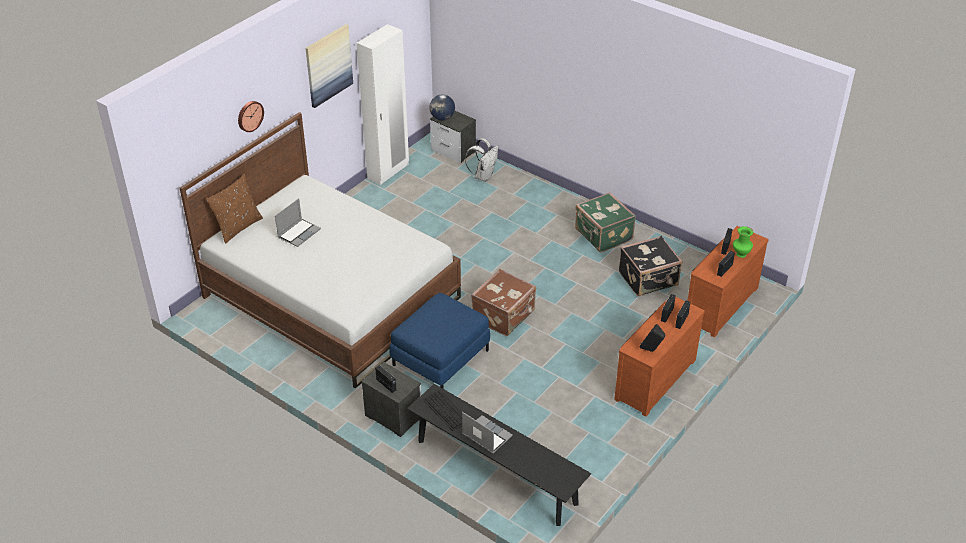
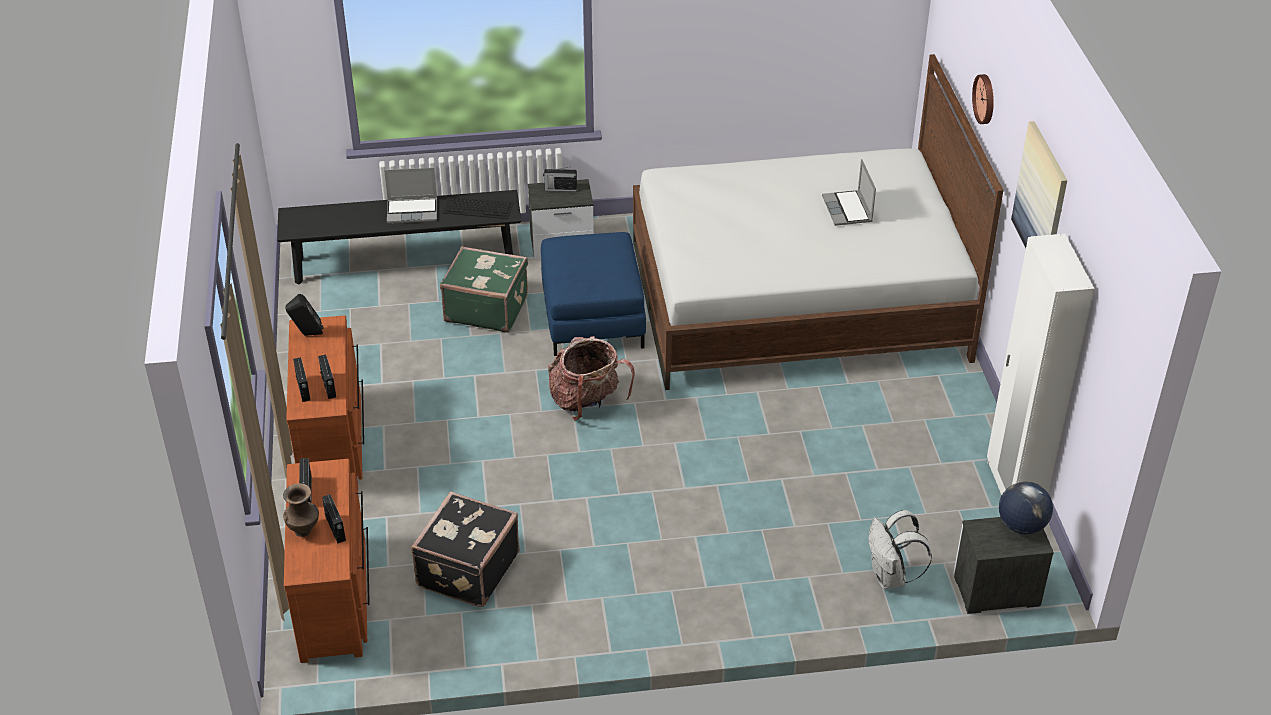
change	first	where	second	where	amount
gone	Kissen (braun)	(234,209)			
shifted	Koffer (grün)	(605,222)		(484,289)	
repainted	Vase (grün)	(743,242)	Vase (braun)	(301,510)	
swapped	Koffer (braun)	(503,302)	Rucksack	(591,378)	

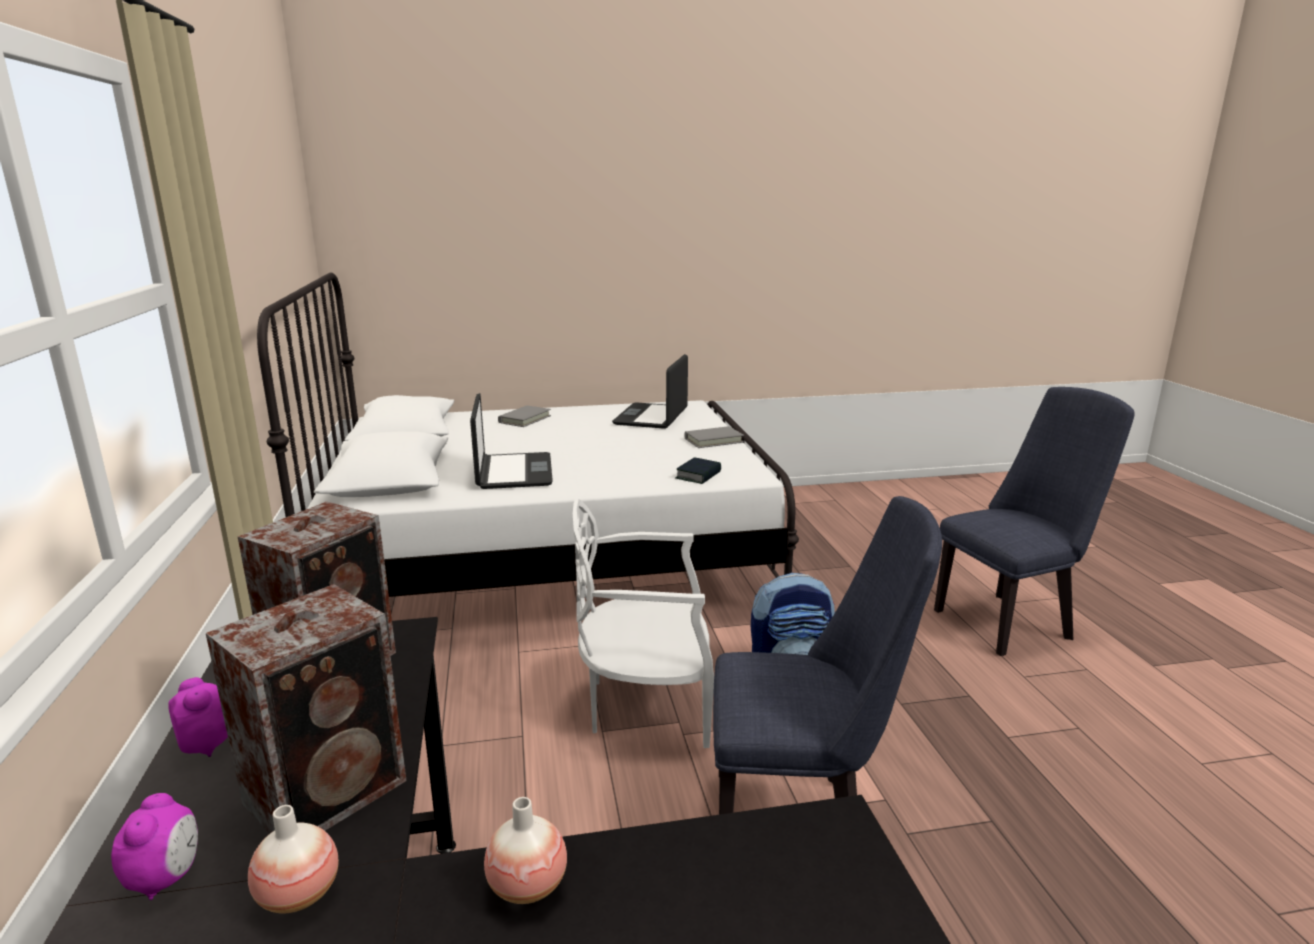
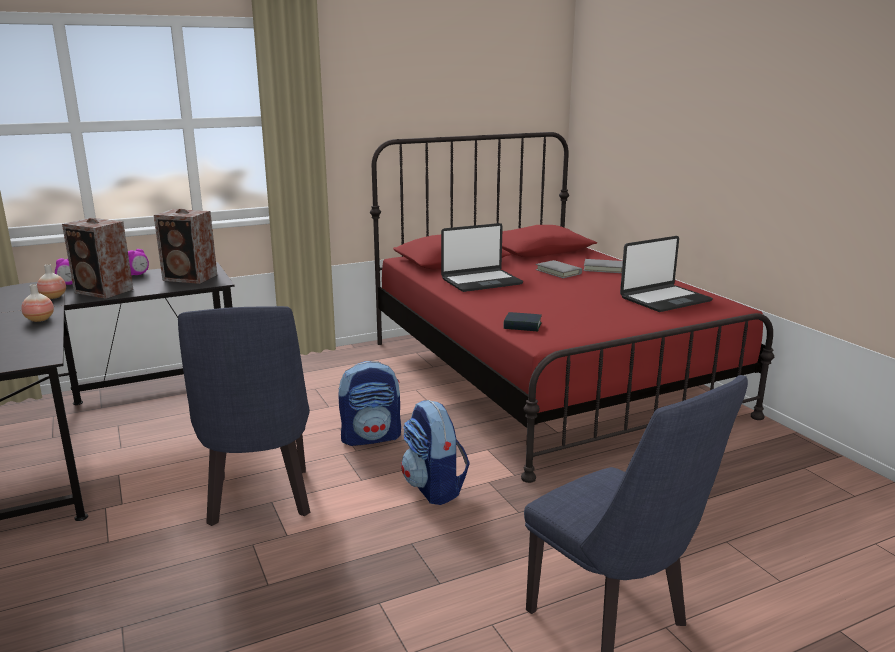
change	first	where	second	where	amount
repainted	Bett (weiß)	(528,435)	Bett (rot)	(572,307)	
rotated	Laptop	(650,391)		(666,274)	150 degrees clockwise
shifted	Buch (grau)	(714,437)		(559,269)	
swapped	Stuhl (weiß)	(643,623)	Rucksack	(370,403)	

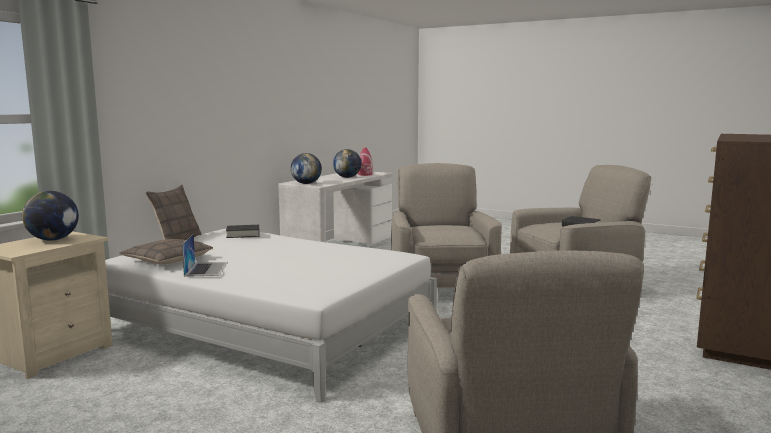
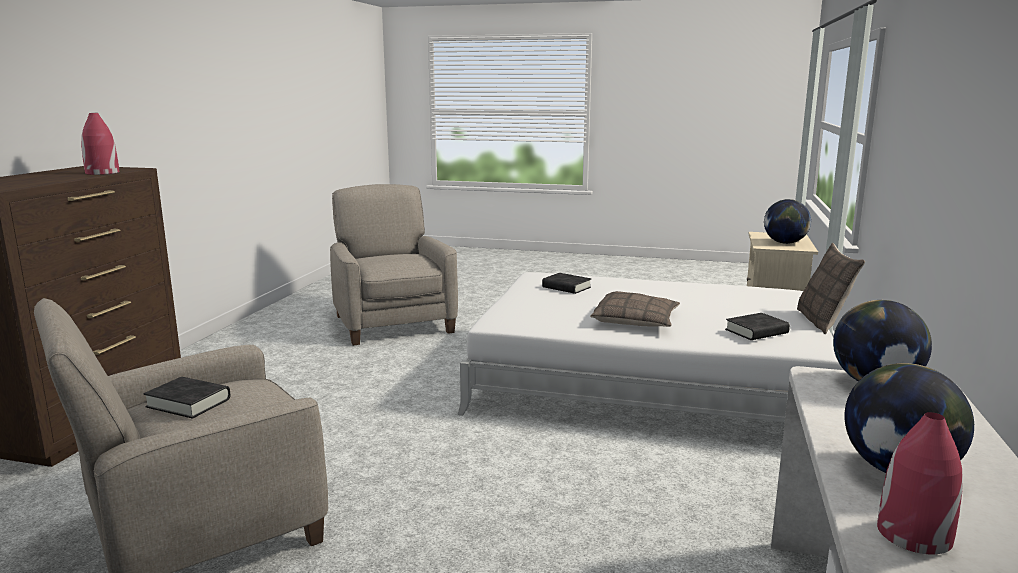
change	first	where	second	where	amount
gone	Sessel (beige)	(446,225)			
gone	Laptop	(205,255)			
shifted	Kissen	(166,251)		(635,309)	
new			Vase (rot)	(100,144)	
new			Buch (schwarz)	(566,283)	

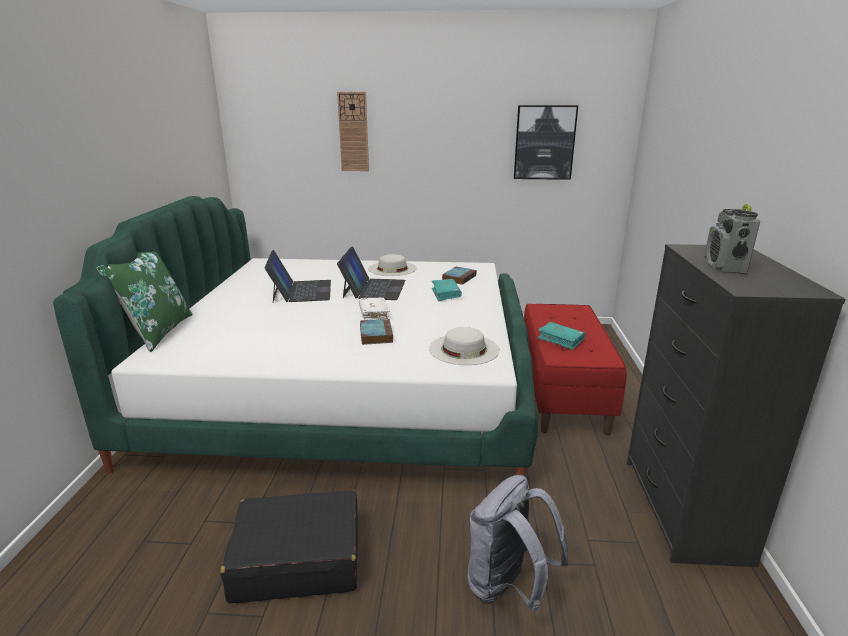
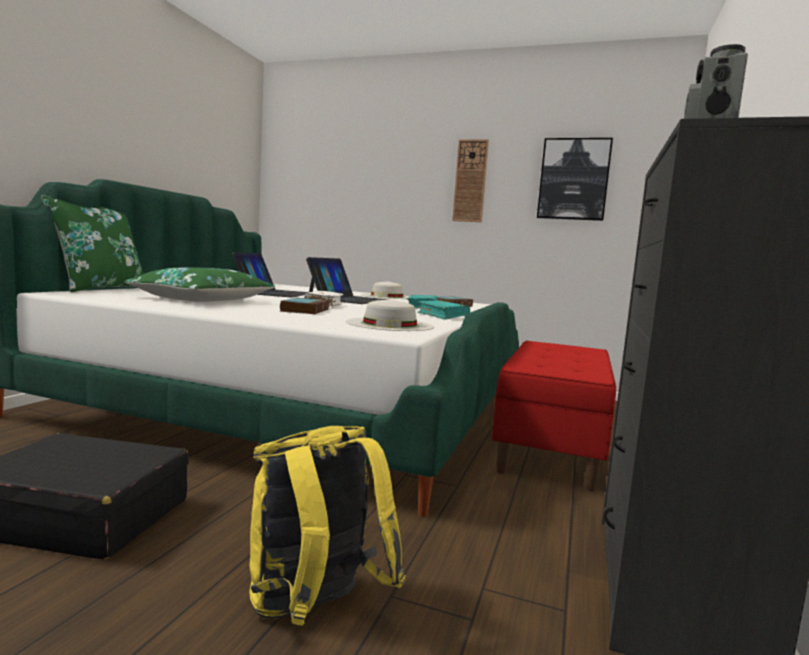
change	first	where	second	where	amount
shifted	Wanduhr	(353,131)		(470,180)	
shifted	Buch (türkis)	(561,336)		(443,310)	
repainted	Rucksack (grau)	(518,543)	Rucksack (gelb)	(327,526)	
new			Kissen (grün)	(199,284)	

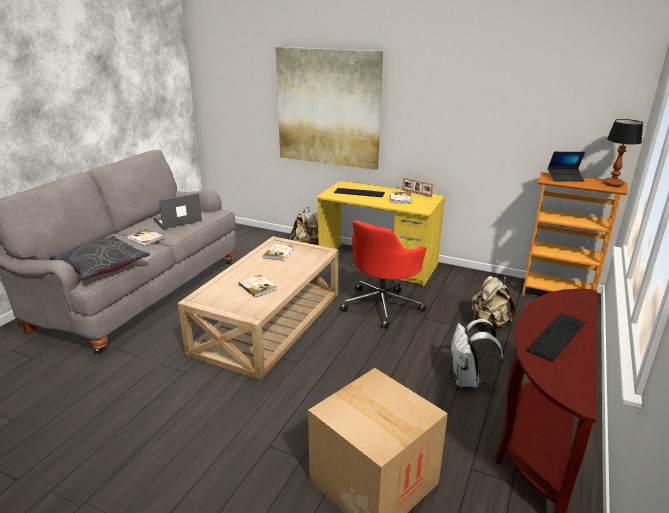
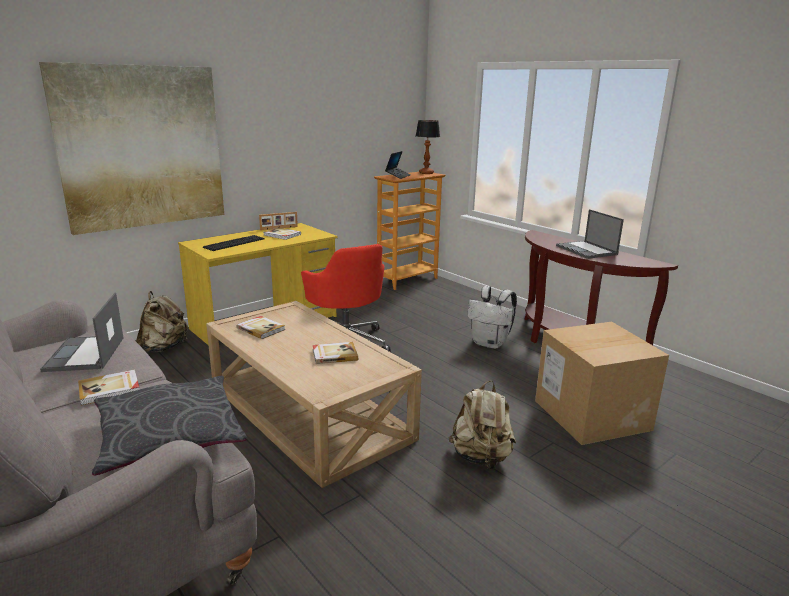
change	first	where	second	where	amount
shifted	Rucksack (beige)	(494,302)		(482,425)	
swapped	Tastatur	(555,337)	Laptop	(590,234)	

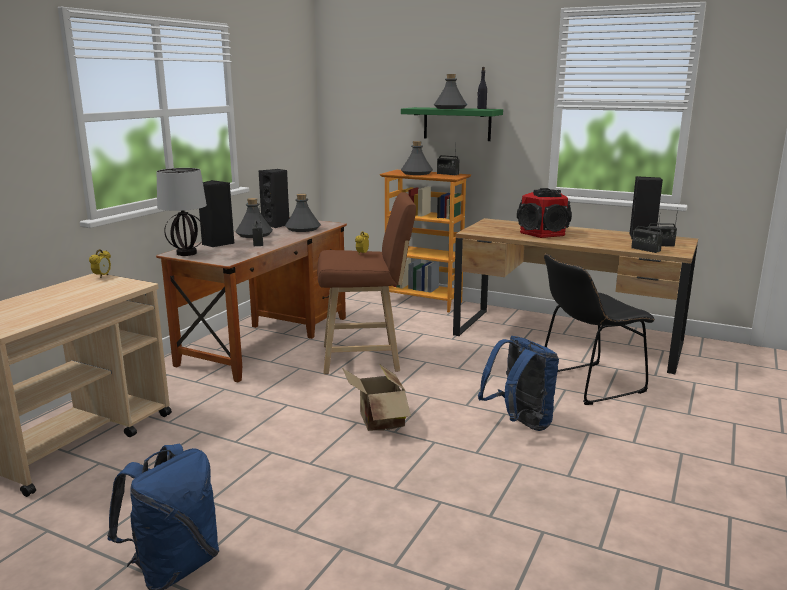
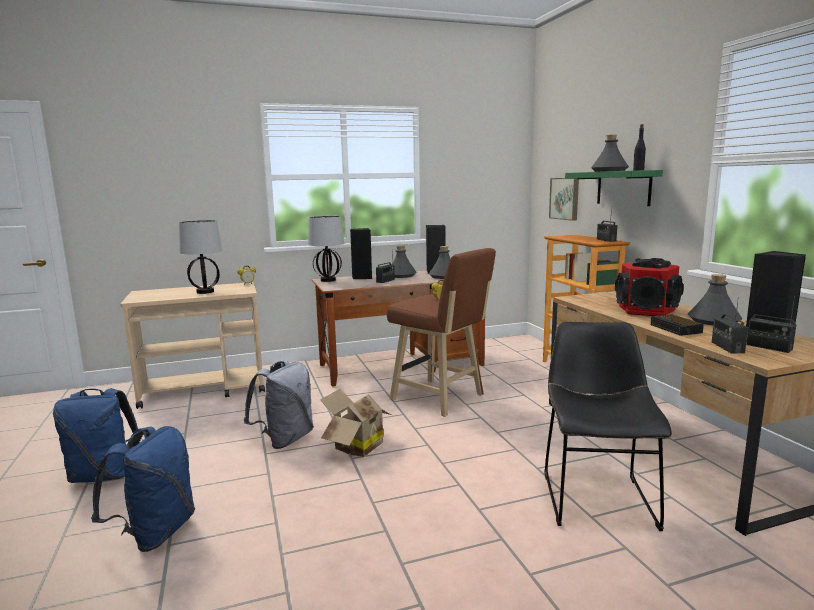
change	first	where	second	where	amount
shifted	Flasche (grau)	(417,158)		(715,299)	
rotated	Stuhl (schwarz)	(599,329)		(608,426)	75 degrees clockwise
shifted	Rucksack (blau)	(518,383)		(143,489)	
new			Bild	(564,199)	
new			Tischlampe	(200,257)	
new			Wecker	(677,325)	
new			Rucksack (grau)	(279,405)	

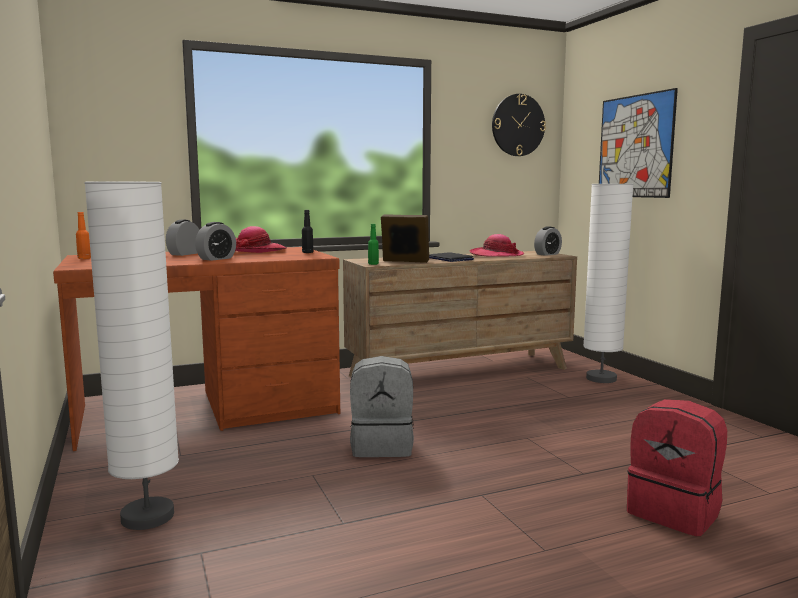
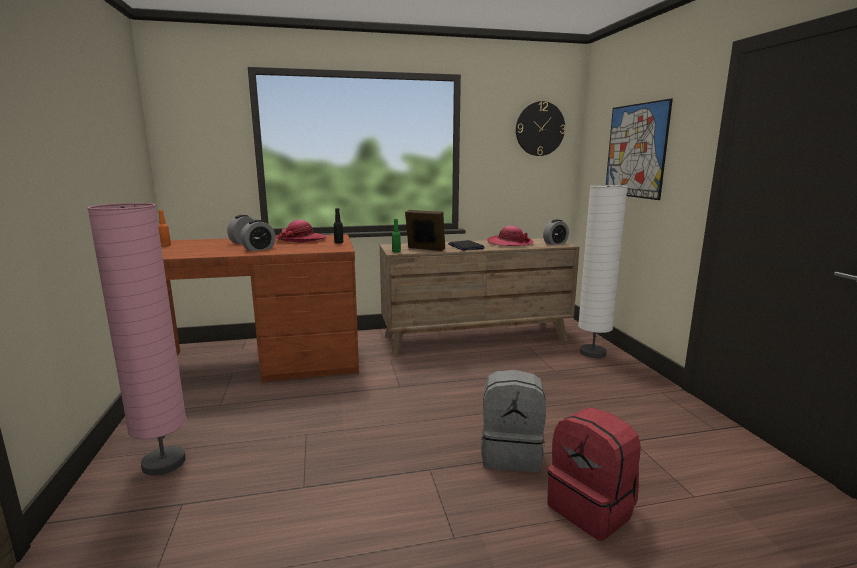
change	first	where	second	where	amount
repainted	Stehlampe (weiß)	(131,356)	Stehlampe (rosa)	(137,339)	
shifted	Rucksack (grau)	(382,406)		(513,421)	

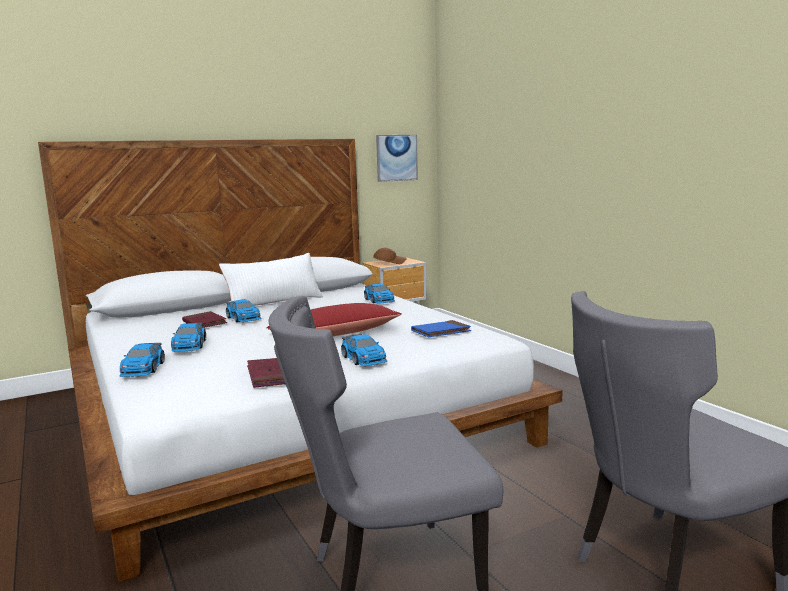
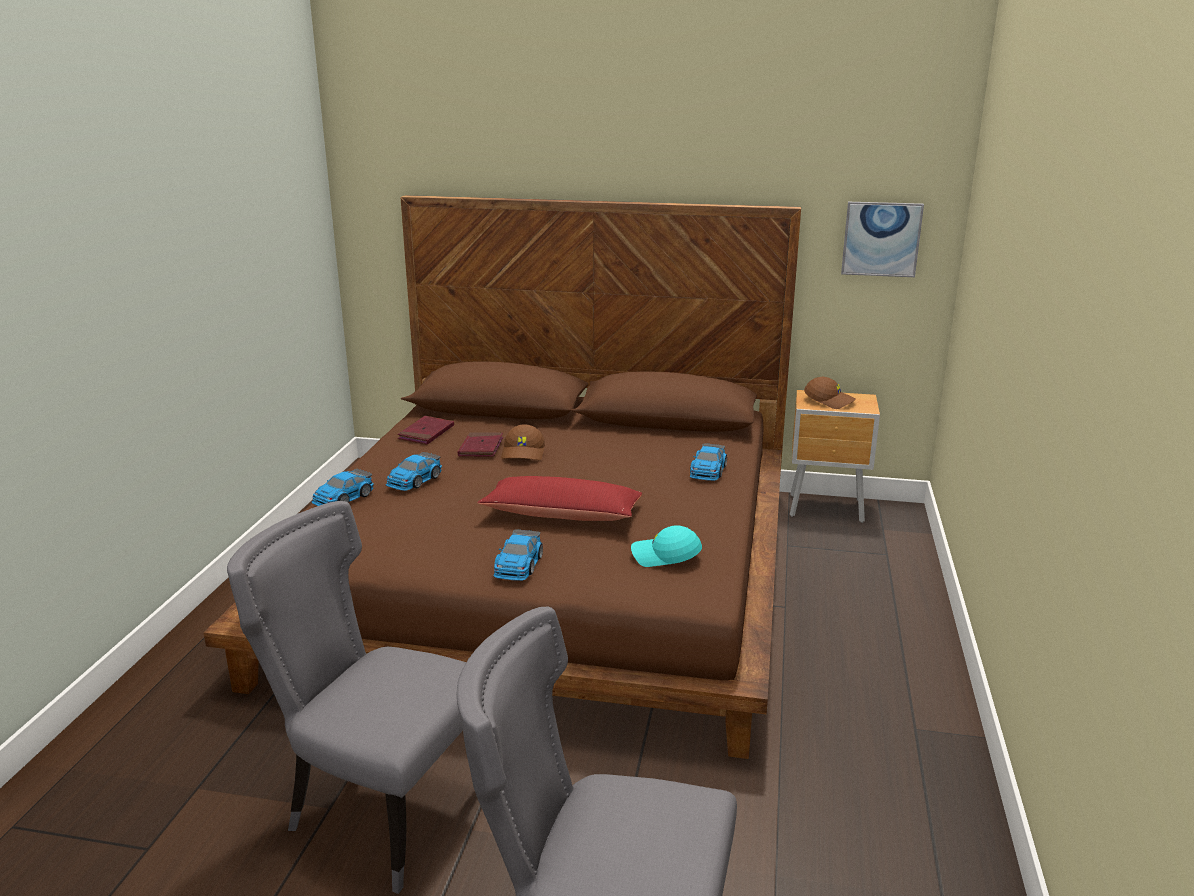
change	first	where	second	where	amount
repainted	Bett (weiß)	(300,360)	Bett (braun)	(502,477)	
gone	Kissen (weiß)	(271,279)			
swapped	Spielzeugauto	(244,310)	Kappe (braun)	(523,442)	
swapped	Buch (blau)	(441,328)	Kappe (türkis)	(666,546)	
shifted	Buch (rot)	(266,373)		(426,430)	

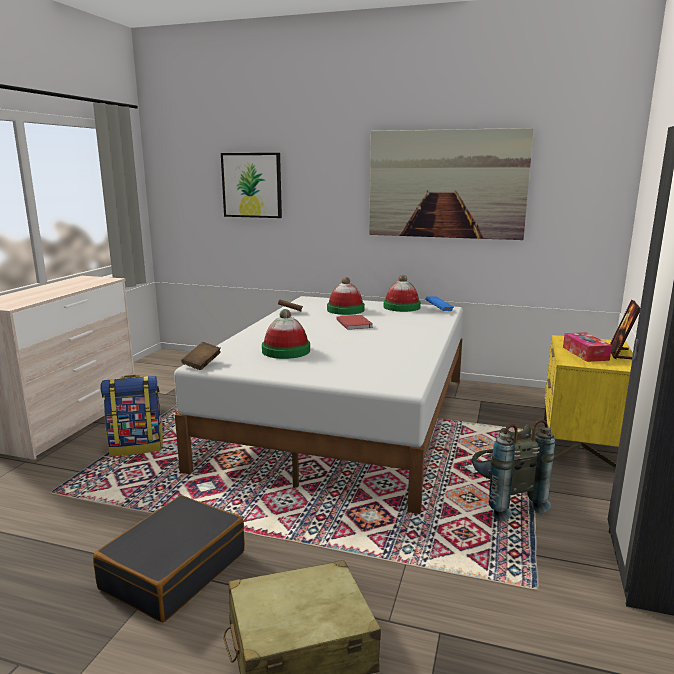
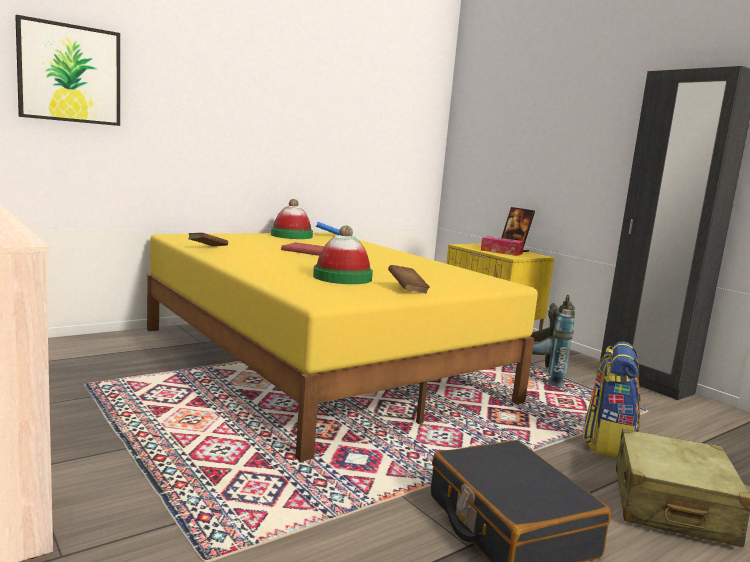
change	first	where	second	where	amount
gone	Bild	(451,184)			
gone	Hut	(346,296)			
repainted	Bett (weiß)	(318,405)	Bett (gelb)	(342,347)	
shifted	Buch (braun)	(201,356)		(409,279)	
shifted	Rucksack	(132,415)		(612,400)	

